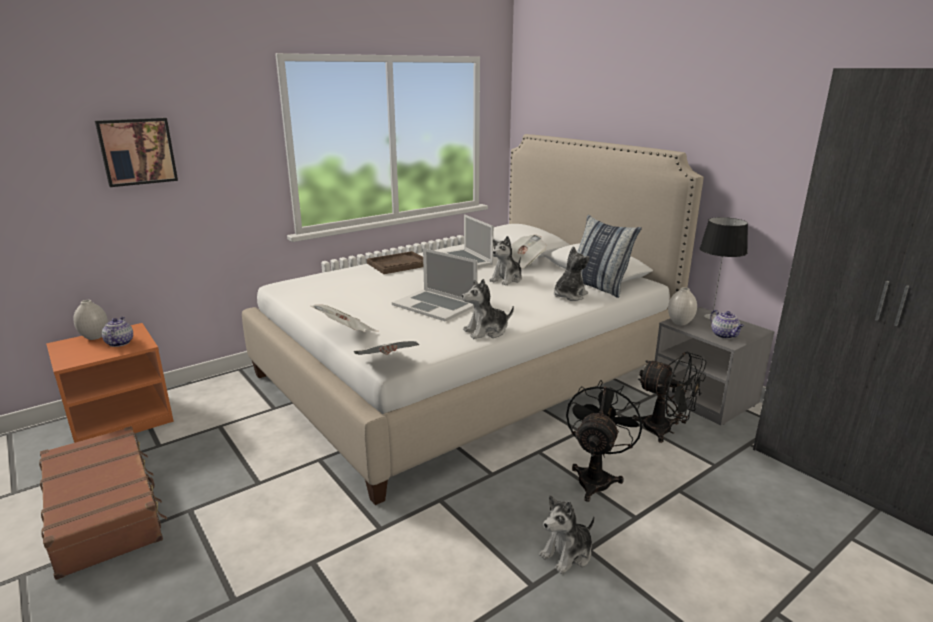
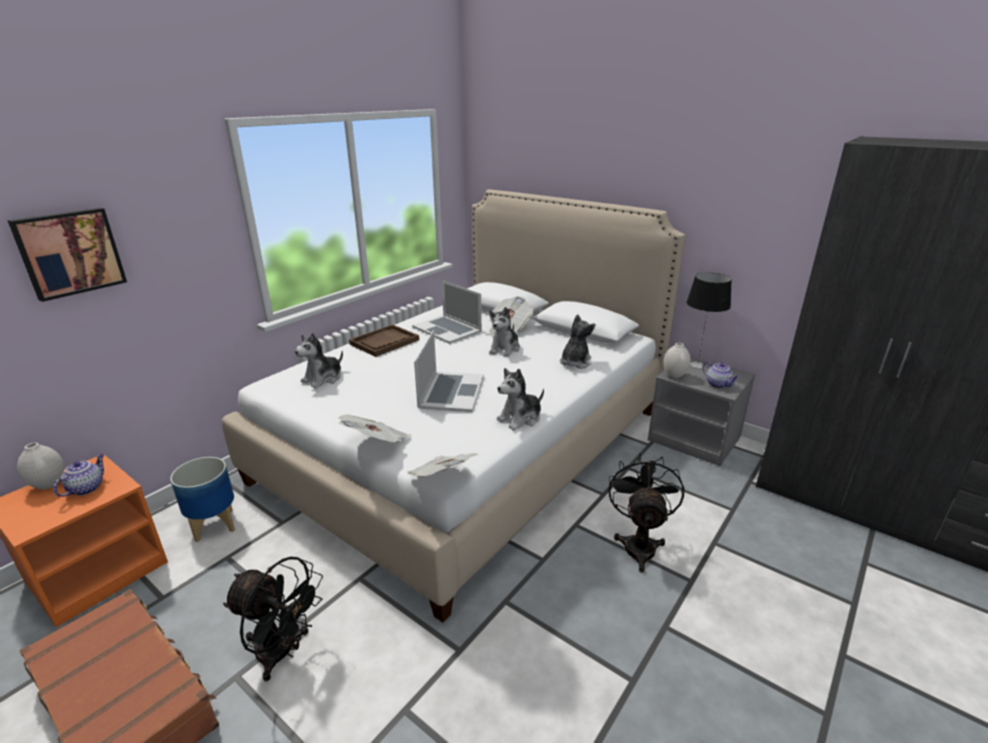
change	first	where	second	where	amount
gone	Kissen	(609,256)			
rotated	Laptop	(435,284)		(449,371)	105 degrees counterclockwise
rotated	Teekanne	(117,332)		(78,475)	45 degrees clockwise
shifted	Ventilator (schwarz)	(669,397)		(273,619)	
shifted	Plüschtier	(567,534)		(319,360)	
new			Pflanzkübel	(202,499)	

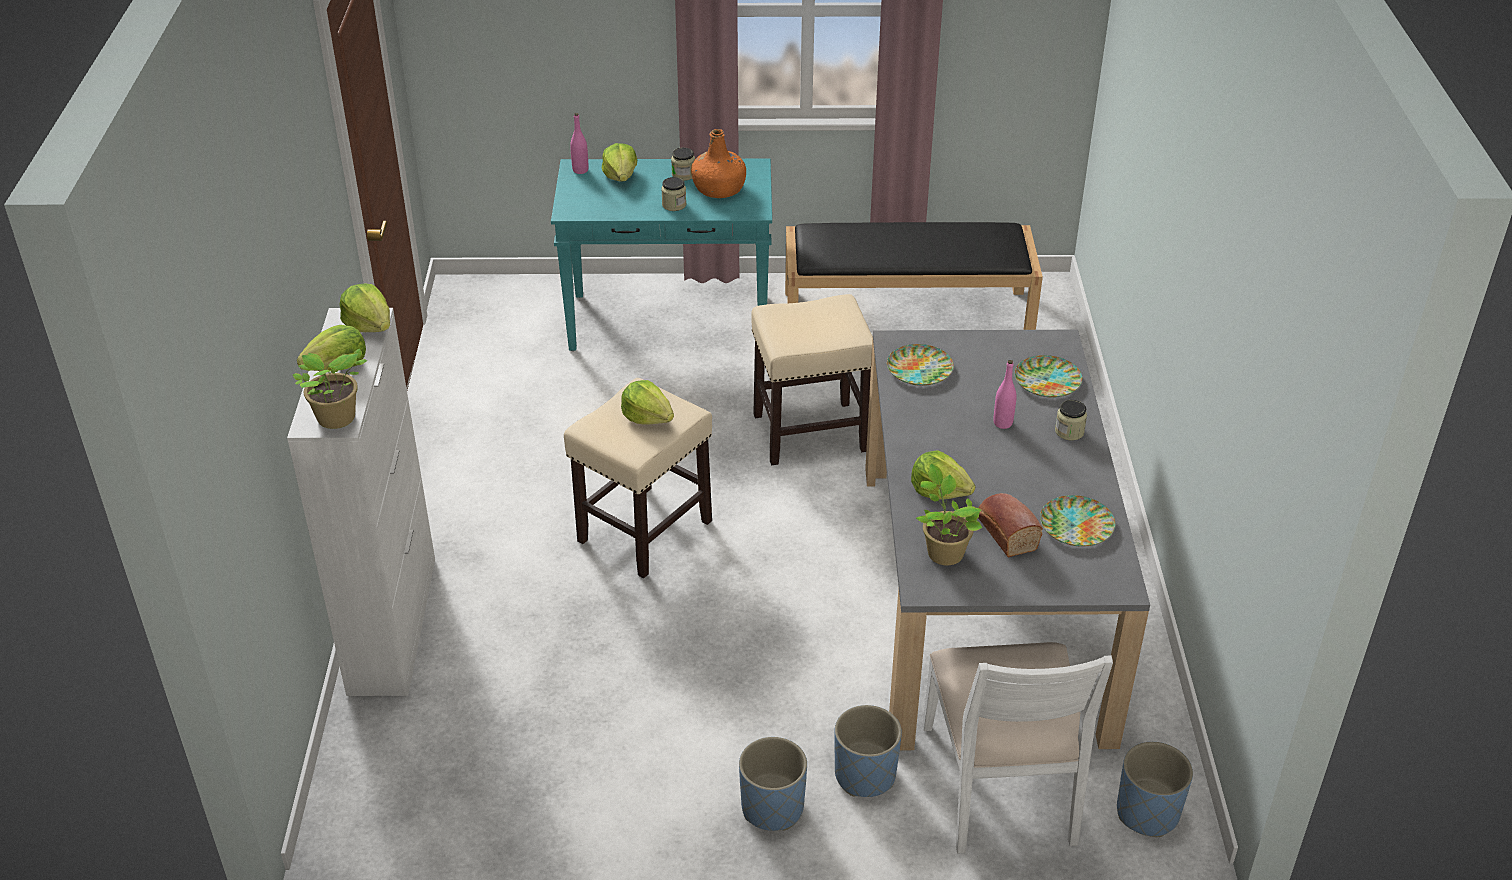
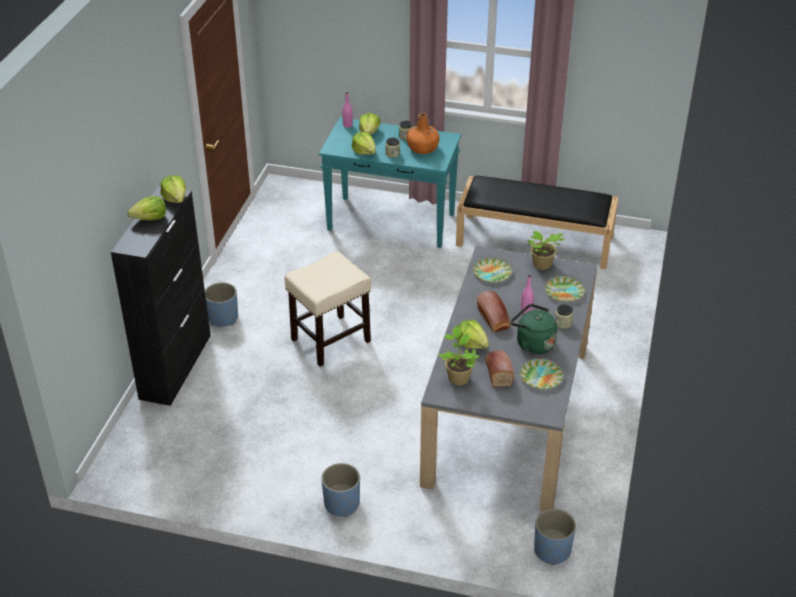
change	first	where	second	where	amount
gone	Hocker (beige)	(812,379)			
repainted	Schrank (weiß)	(361,502)	Schrank (schwarz)	(161,296)	
shifted	Topfpflanze	(330,389)		(546,250)	
shifted	Salatkopf	(647,402)		(364,143)	
gone	Stuhl (weiß)	(1018,748)			
shifted	Pflanzkübel (blau)	(868,751)		(221,304)	
new			Brot	(494,311)	
new			Wasserkessel (grün)	(534,329)	

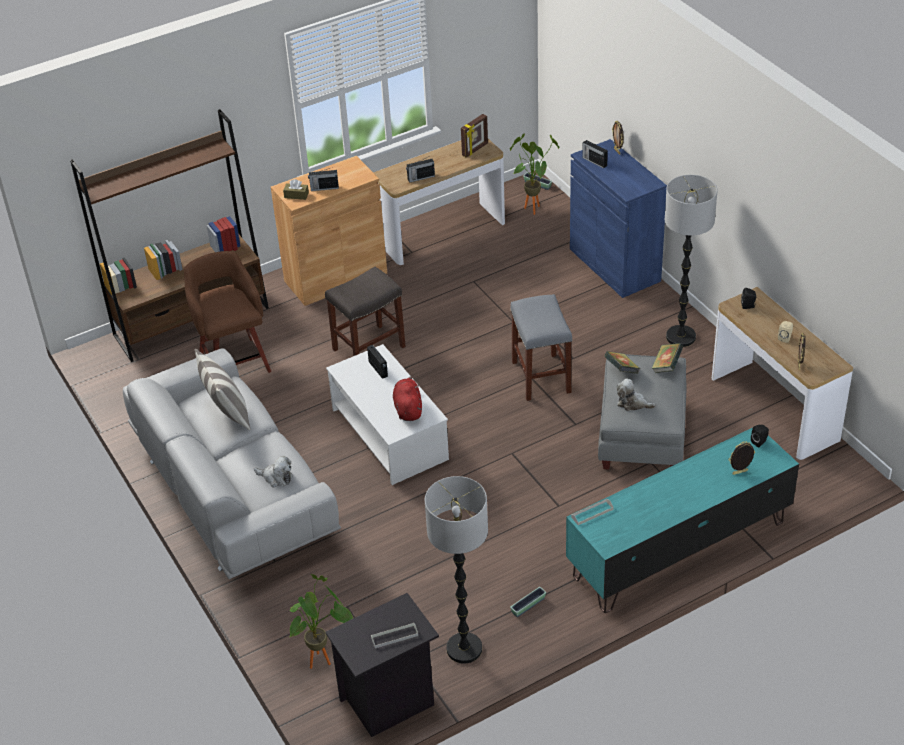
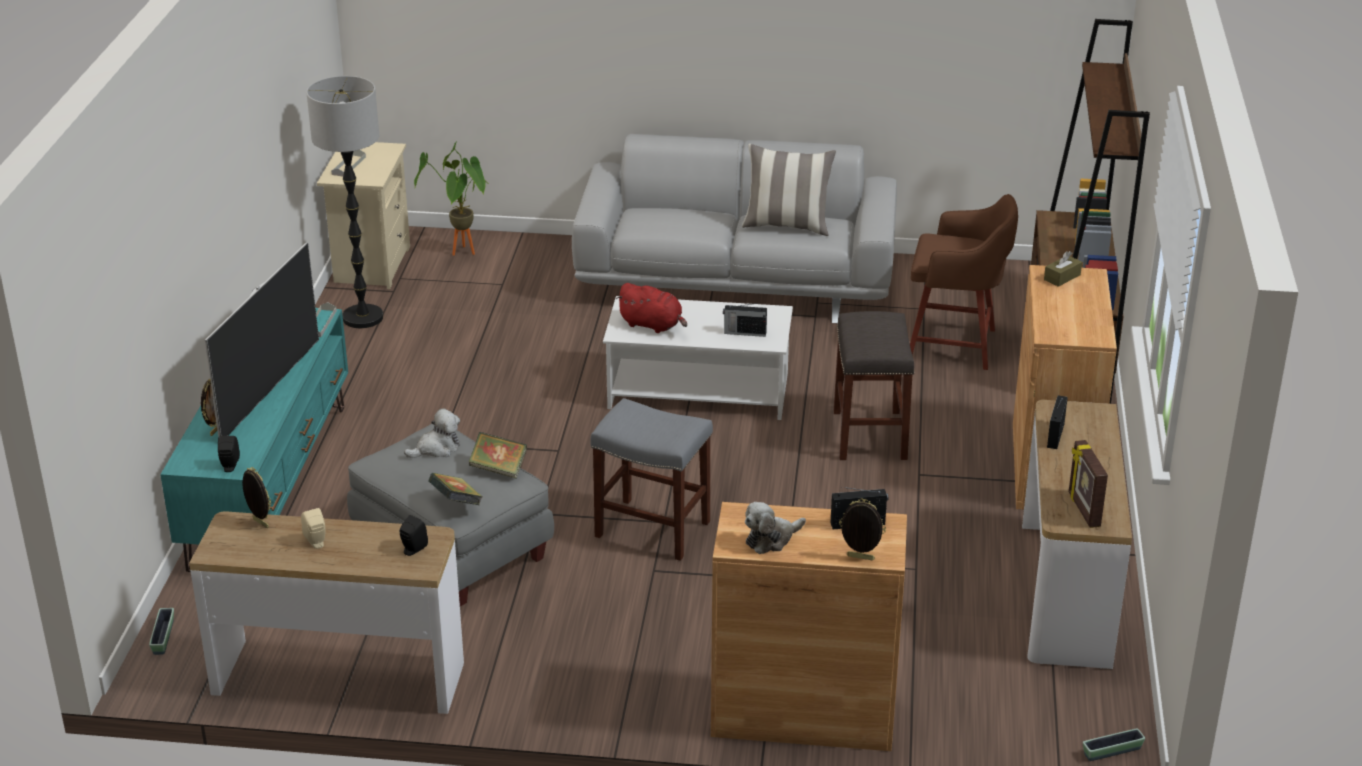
change	first	where	second	where	amount
gone	Topfpflanze	(535,174)			
repainted	Schrank (blau)	(618,218)	Schrank (braun)	(809,626)	
gone	Radio	(323,179)			
gone	Stehlampe	(691,261)			
shifted	Plüschtier	(273,471)		(775,528)	
shifted	Pflanzkübel	(528,602)		(161,631)	
repainted	Nachttisch (schwarz)	(382,665)	Nachttisch (beige)	(363,215)	
new			Fernseher	(262,340)	

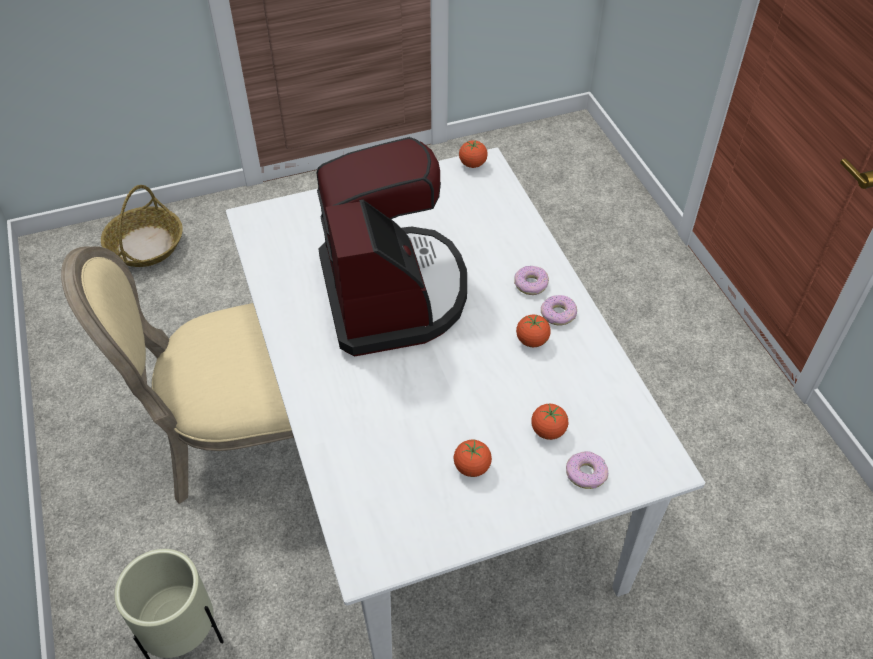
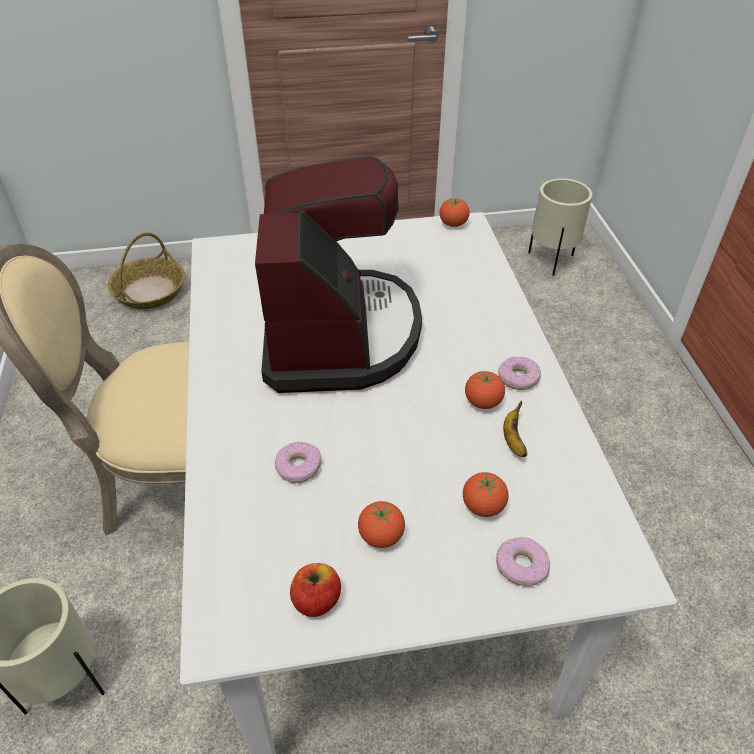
change	first	where	second	where	amount
shifted	Donut	(531,280)		(298,462)	
new			Pflanzkübel (beige)	(560,226)	
new			Banane	(515,429)	
new			Apfel	(315,590)	

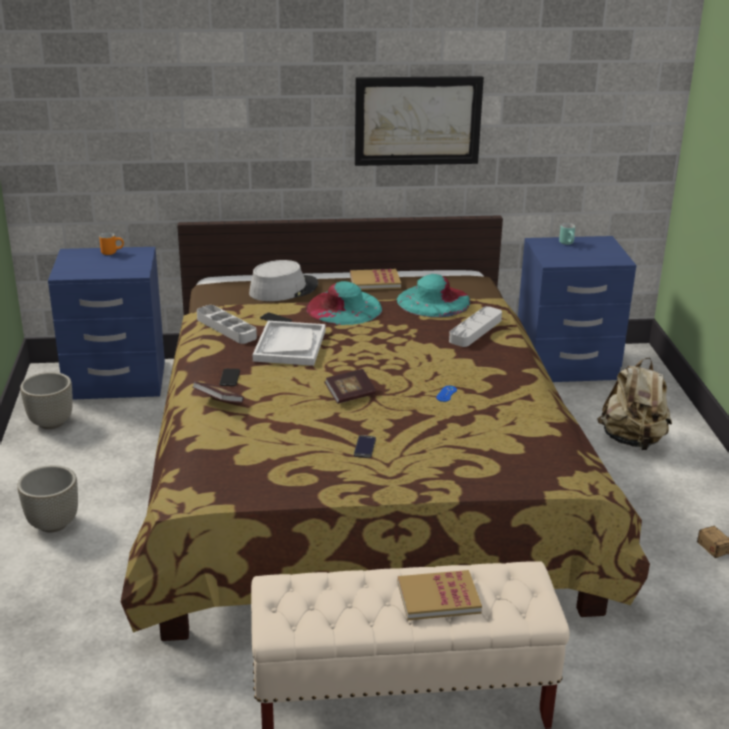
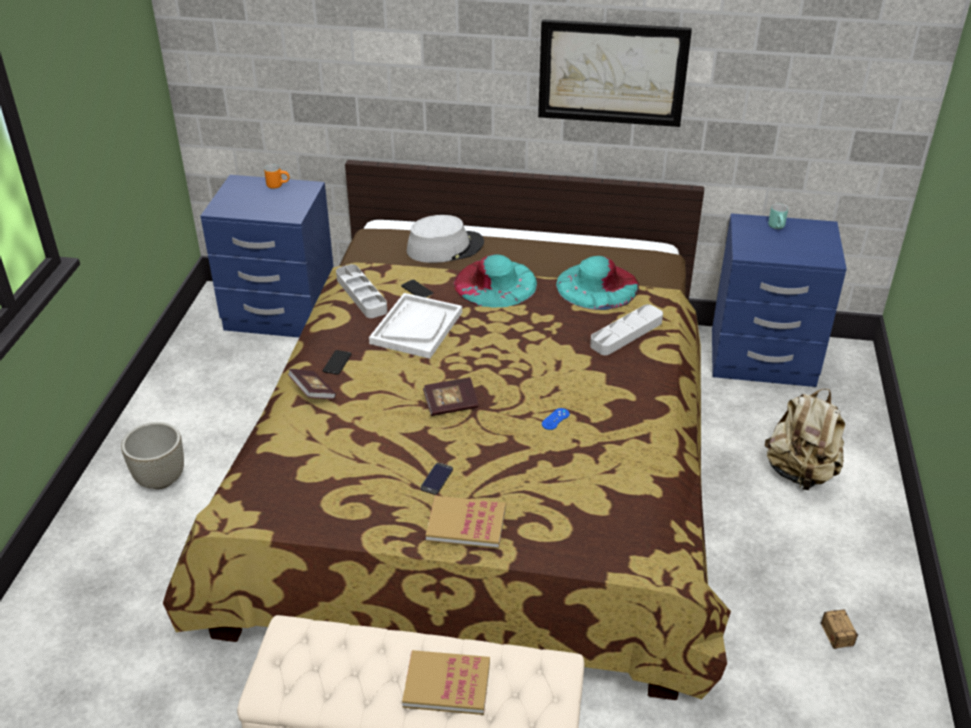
change	first	where	second	where	amount
shifted	Buch	(375,279)		(466,522)	
gone	Pflanzkübel (grau)	(46,400)			

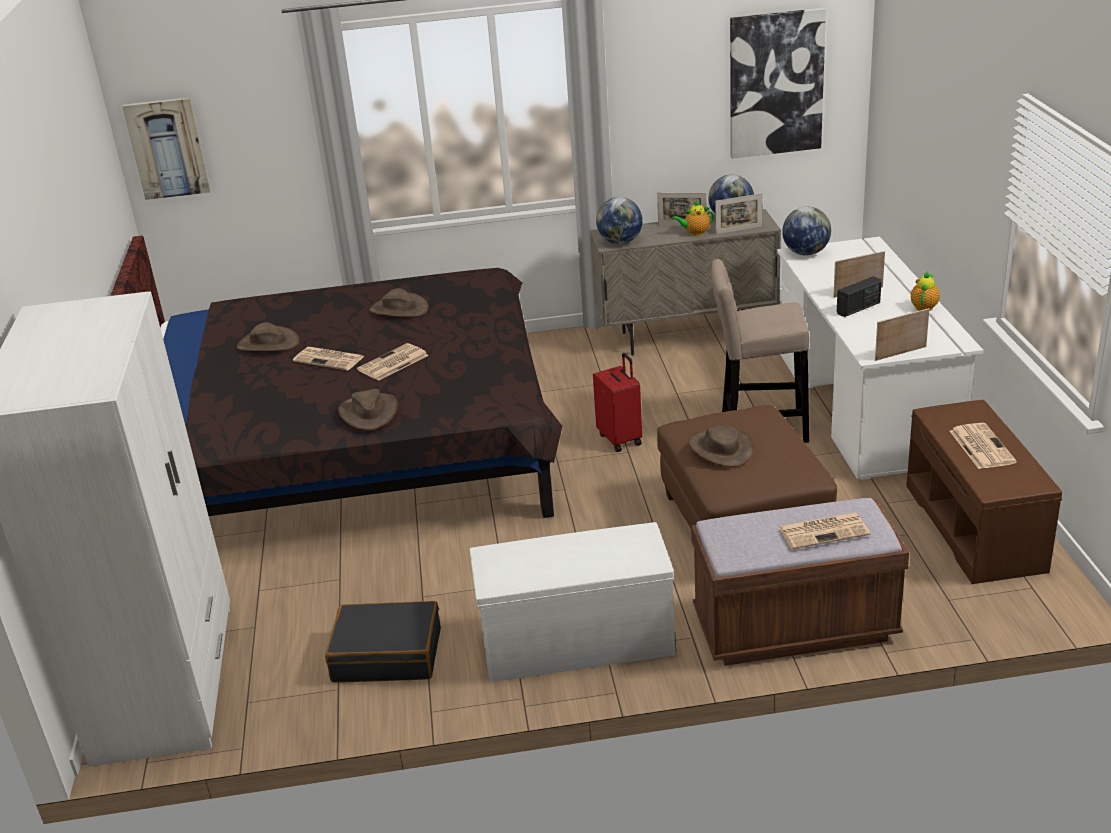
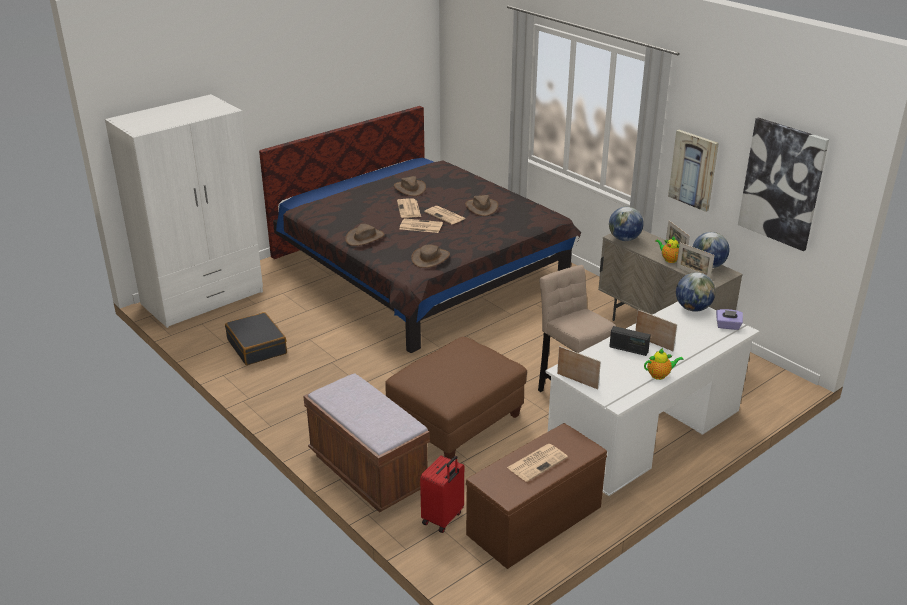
change	first	where	second	where	amount
shifted	Bild	(166,148)		(693,171)	
shifted	Koffer (rot)	(617,402)		(442,494)	
shifted	Hut (braun)	(721,446)		(430,256)	
shifted	Zeitung	(824,530)		(445,215)	
gone	Bank (weiß)	(572,602)			
new			Taschentuchbox (lila)	(729,319)	

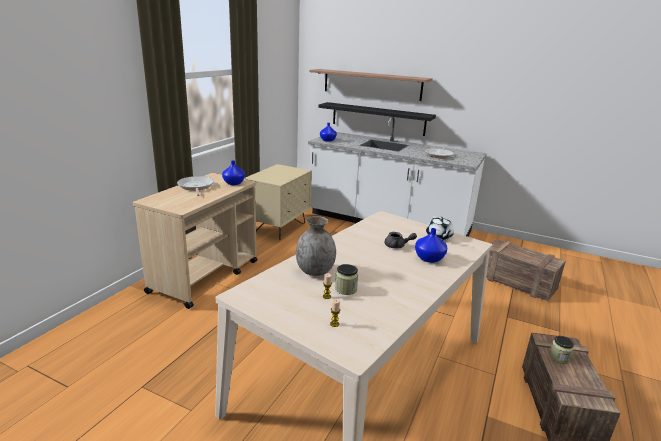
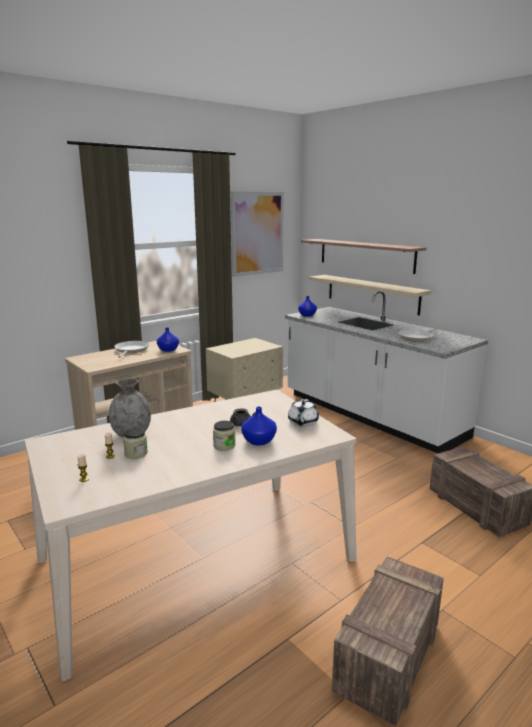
change	first	where	second	where	amount
repainted	Wandregal (schwarz)	(377,119)	Wandregal (beige)	(370,295)	
shifted	Vorratsglas	(561,350)		(224,436)	
new			Bild	(257,234)	

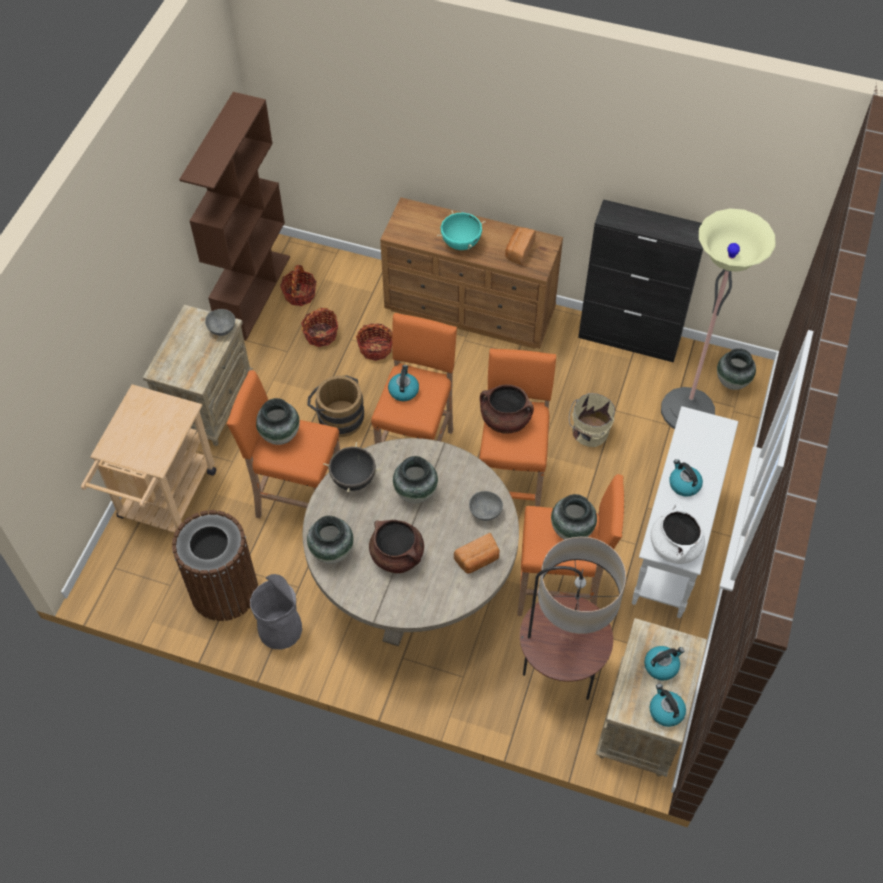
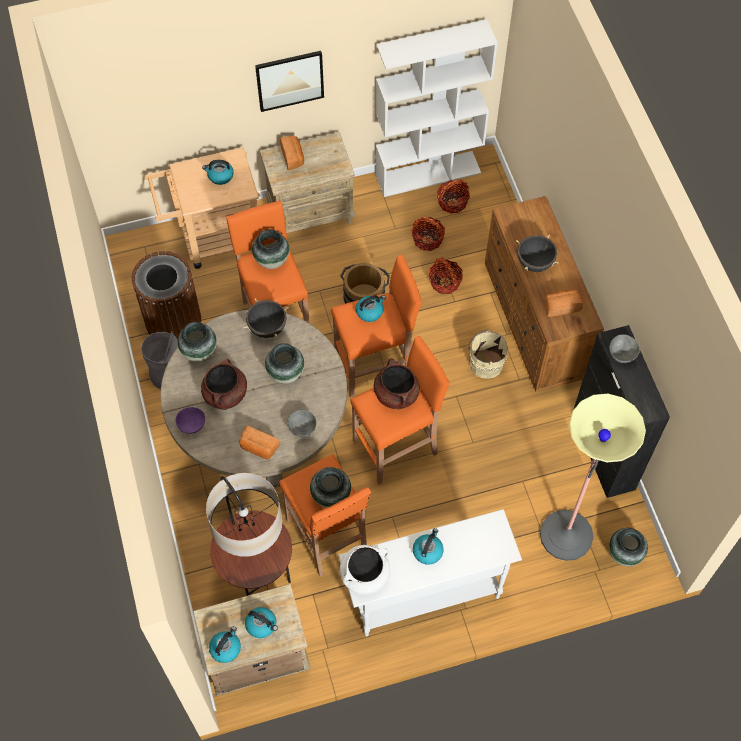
change	first	where	second	where	amount
repainted	Bücherregal (braun)	(234,216)	Bücherregal (weiß)	(437,108)	
repainted	Kochtopf (türkis)	(461,230)	Kochtopf (schwarz)	(537,253)	
shifted	Schüssel (grau)	(220,322)		(624,348)	
shifted	Eimer (beige)	(592,420)		(488,354)	
new			Bild	(289,81)	
new			Brot	(292,153)	
new			Wasserkessel	(218,172)	
new			Schüssel (lila)	(190,420)	

